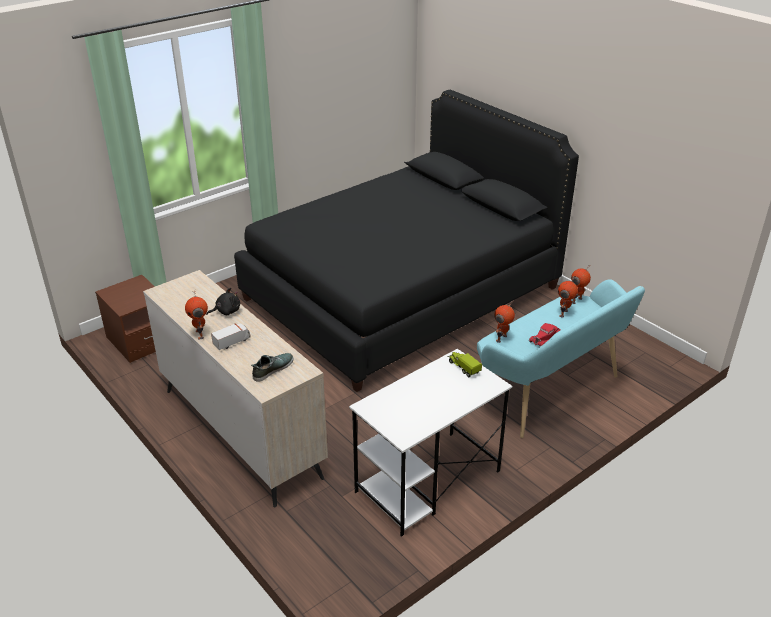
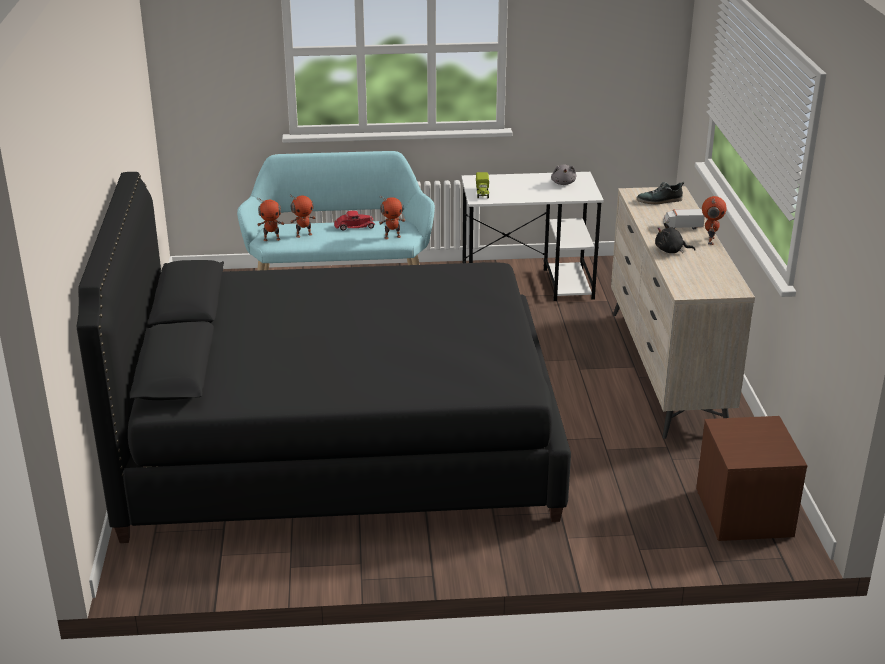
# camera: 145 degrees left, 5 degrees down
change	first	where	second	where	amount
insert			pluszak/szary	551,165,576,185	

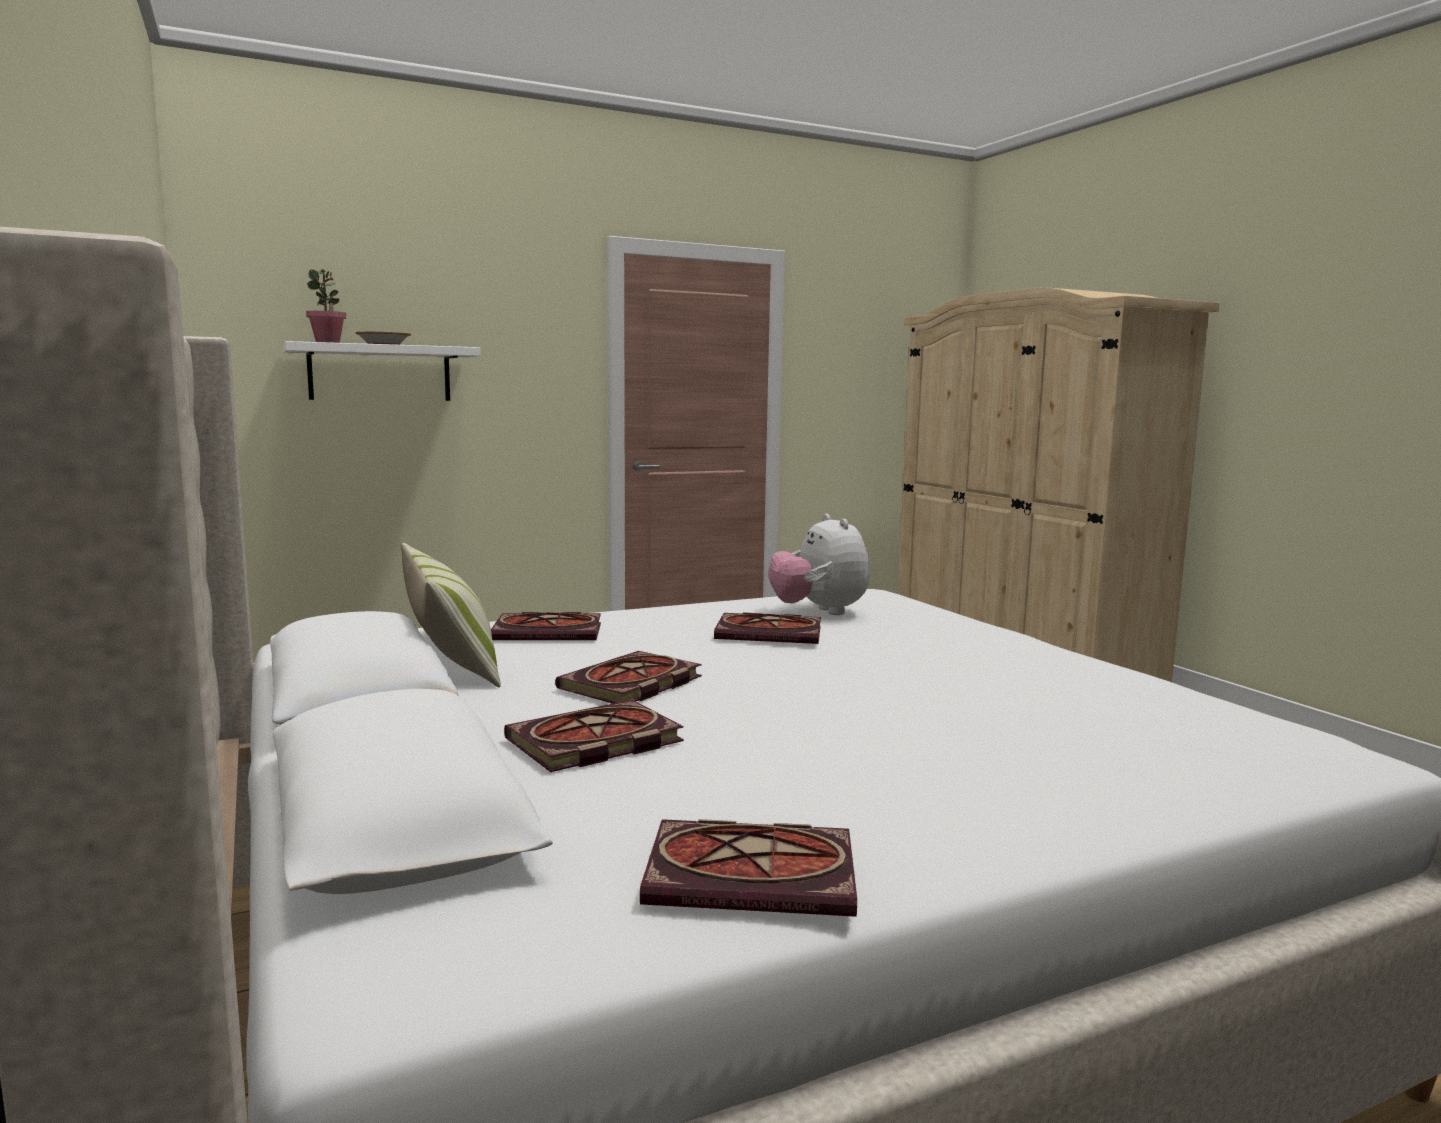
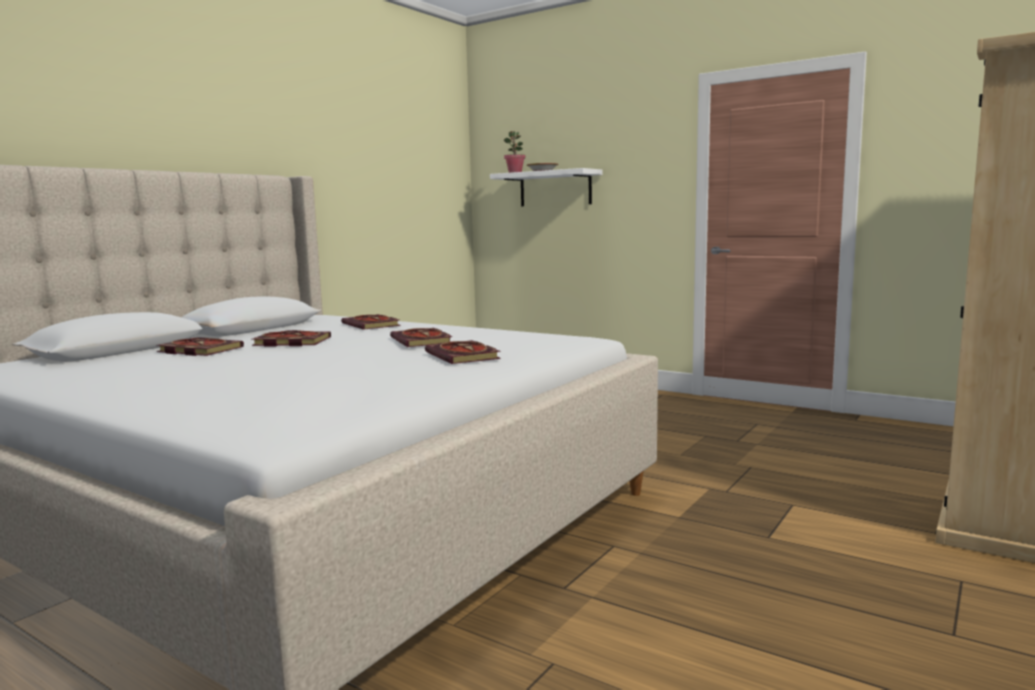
# camera: 60 degrees right, 0 degrees up
change	first	where	second	where	amount
delete	poduszka	400,542,501,688			
delete	pluszak	769,514,869,615			
move	książka	640,819,857,917		425,340,501,364	

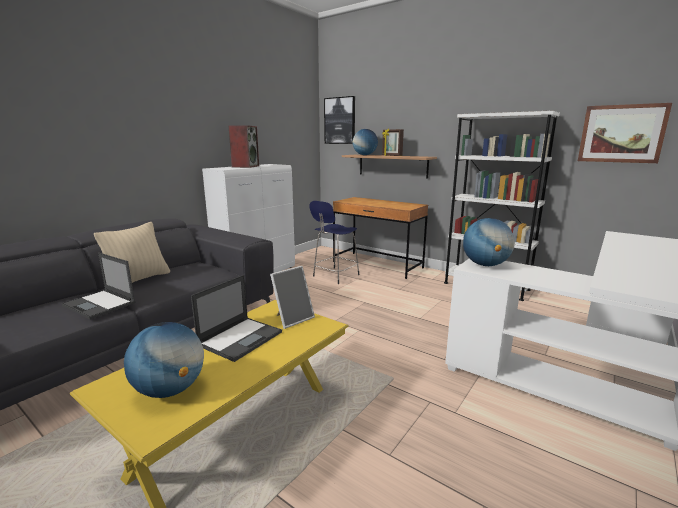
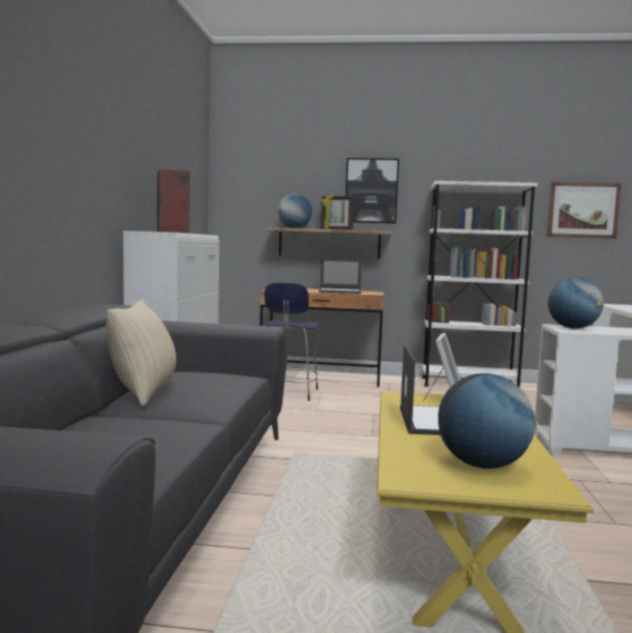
# camera: 30 degrees left, 10 degrees down
change	first	where	second	where	amount
move	laptop	61,252,136,319		319,258,362,294	
move	obraz	324,96,355,144		346,158,399,224	

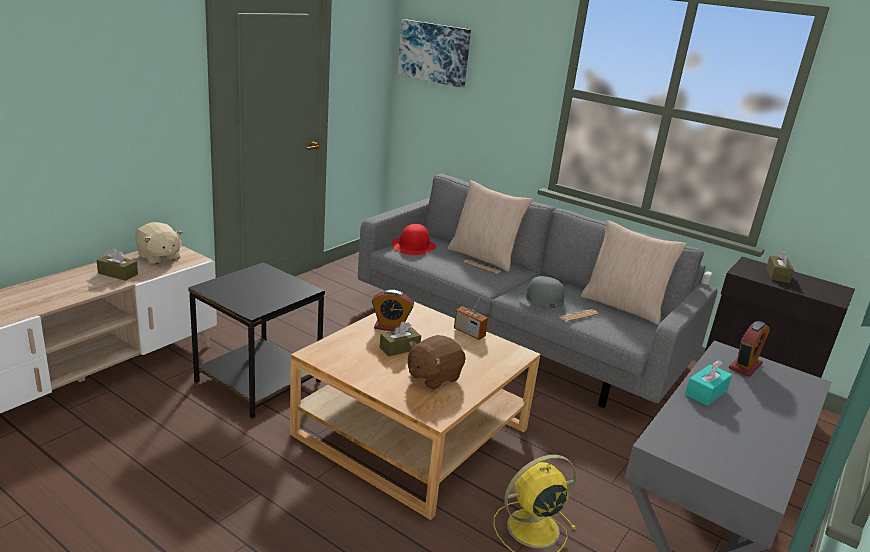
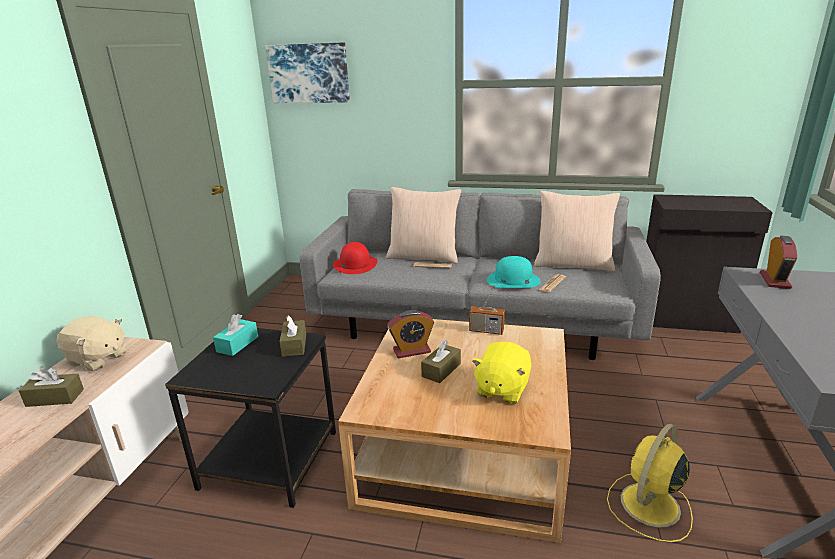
# camera: 20 degrees left, 0 degrees up
change	first	where	second	where	amount
move	pudełko chusteczek/turkusowy	685,360,732,406		213,314,258,356	
move	pudełko chusteczek/brązowy	766,249,794,283		279,315,306,357	
recolor	pluszak/brązowy	408,335,466,390	pluszak/żółty	472,342,532,404	
recolor	kapelusz/szary	517,276,572,313	kapelusz/turkusowy	487,256,541,288	

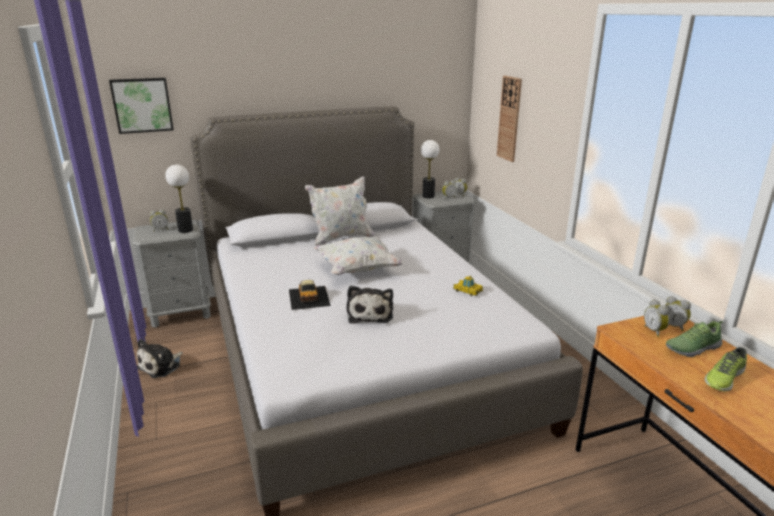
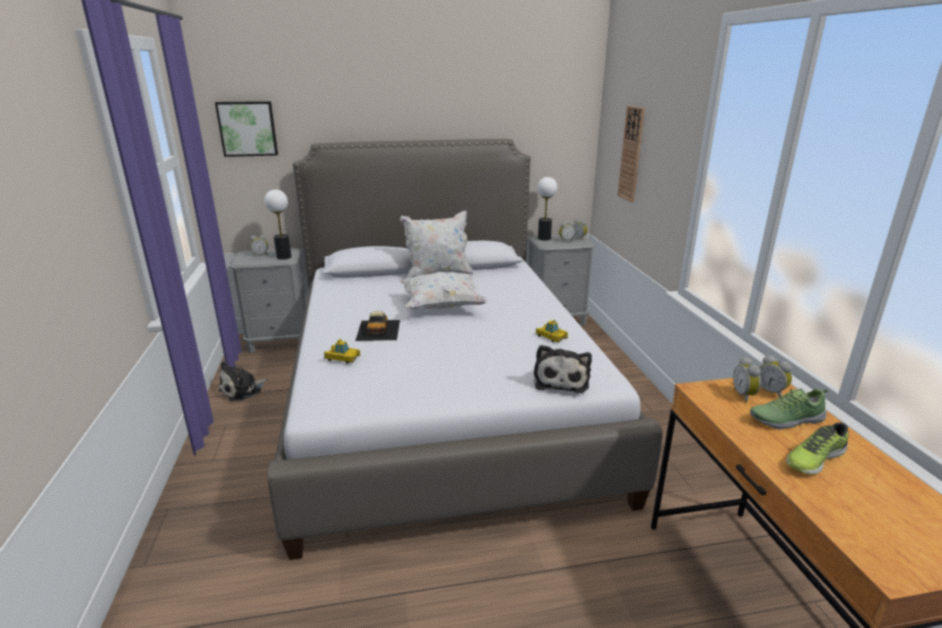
# camera: 10 degrees right, 0 degrees up
change	first	where	second	where	amount
insert			samochodzik	324,339,361,364	
move	pluszak	346,286,393,324		534,345,592,393	

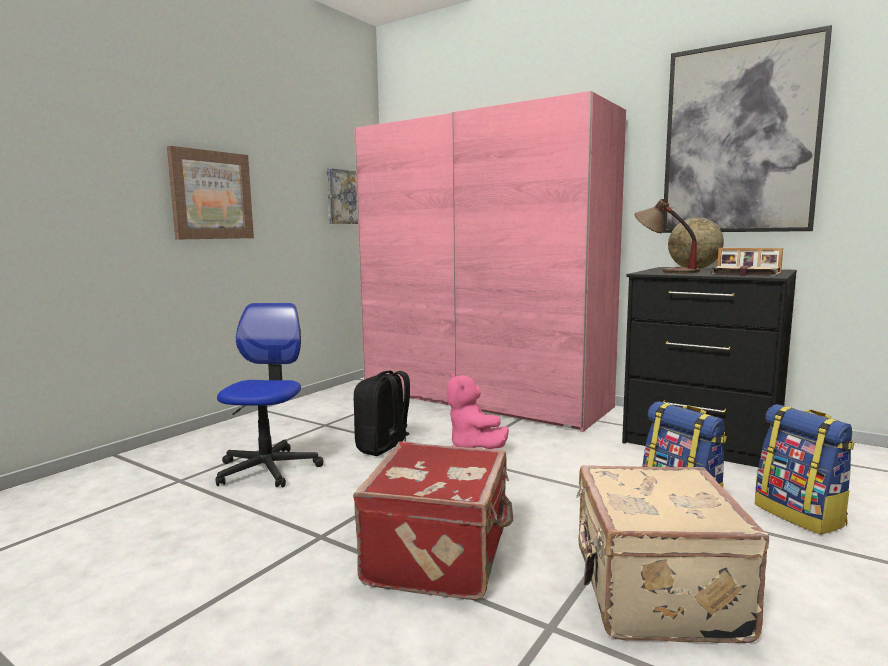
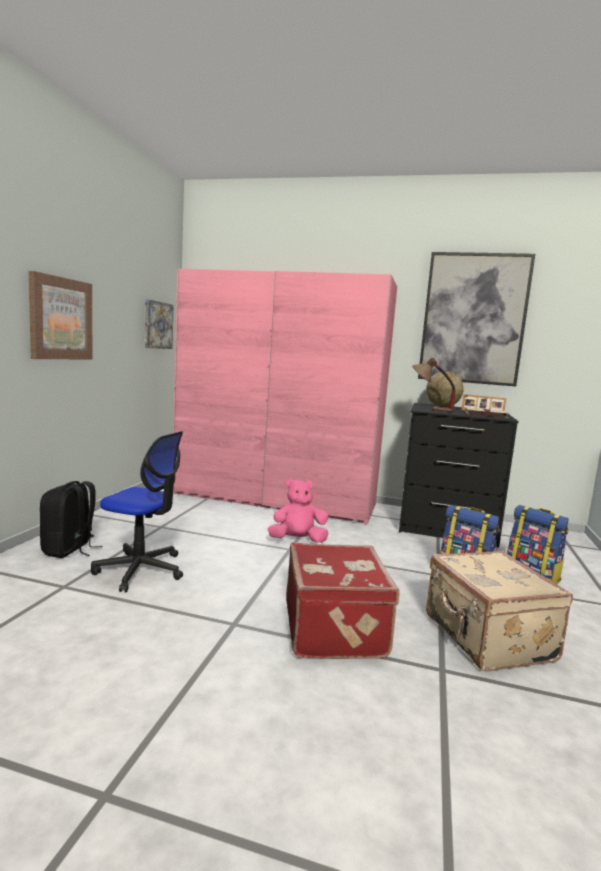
# camera: 20 degrees left, 0 degrees up
change	first	where	second	where	amount
move	plecak/czarny	354,371,410,456		40,481,103,558	
rotate	krzesło biurowe	216,303,324,487		91,431,183,592	120 degrees clockwise
rotate	pluszak/różowy	447,373,509,449		268,478,329,543	120 degrees clockwise

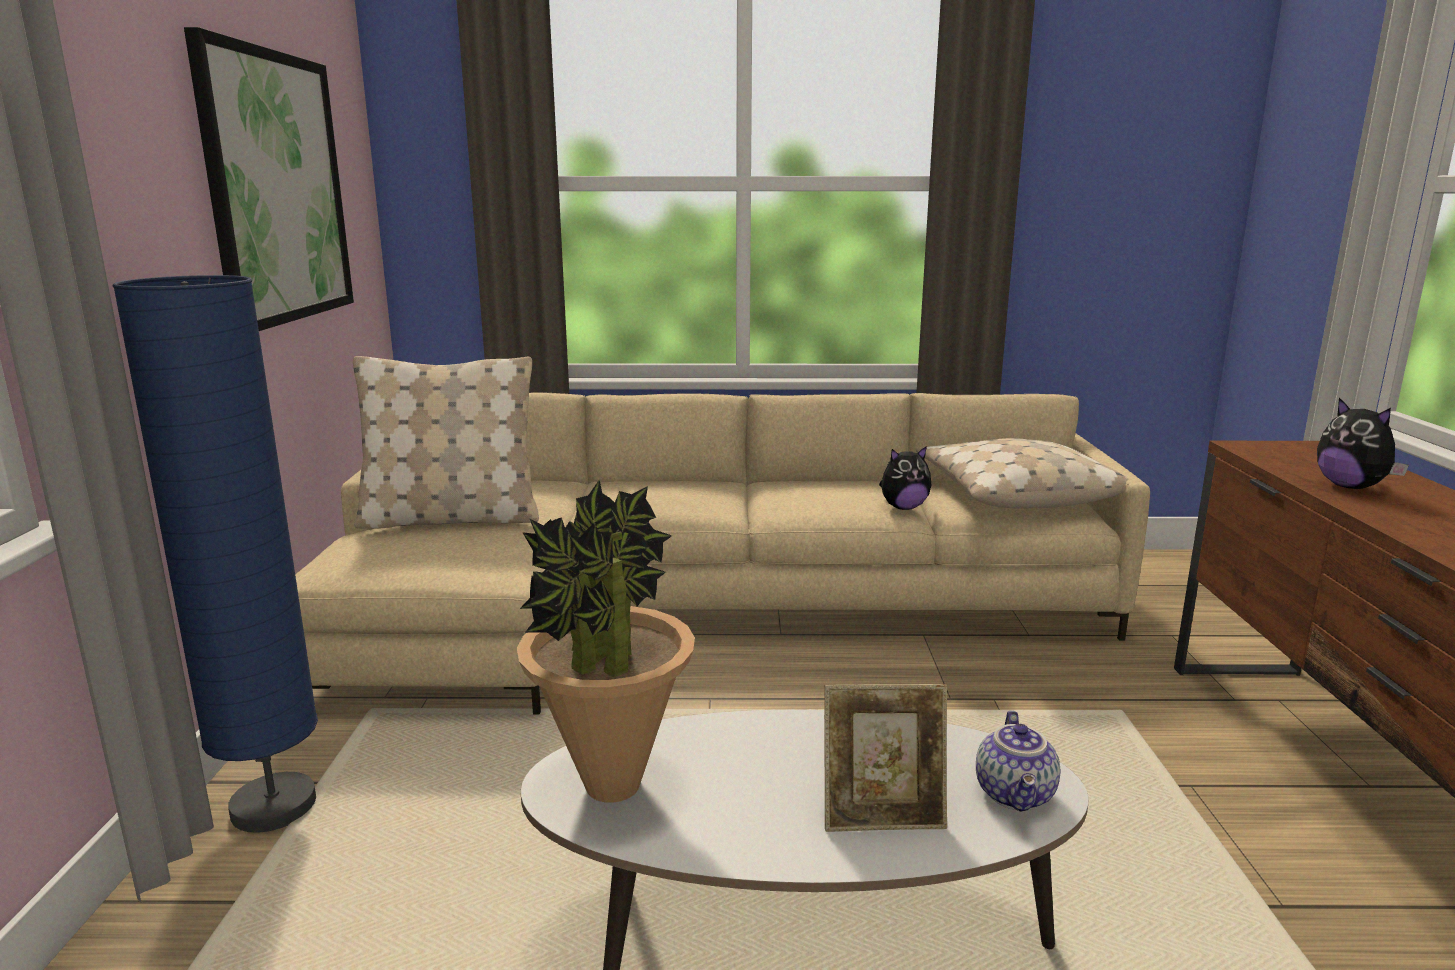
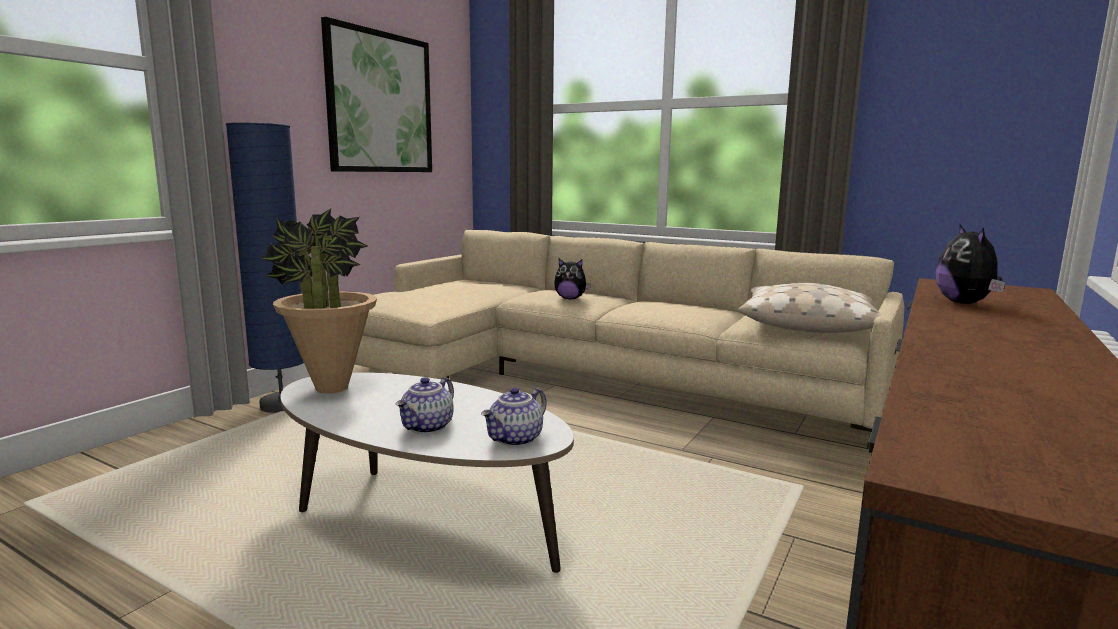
# camera: 30 degrees right, 5 degrees down
change	first	where	second	where	amount
delete	poduszka/beżowy	353,356,539,529			
move	pluszak	879,446,932,510		554,258,591,299	
replace	ramka na zdjęcie	824,684,947,832	imbryk	395,377,454,434	

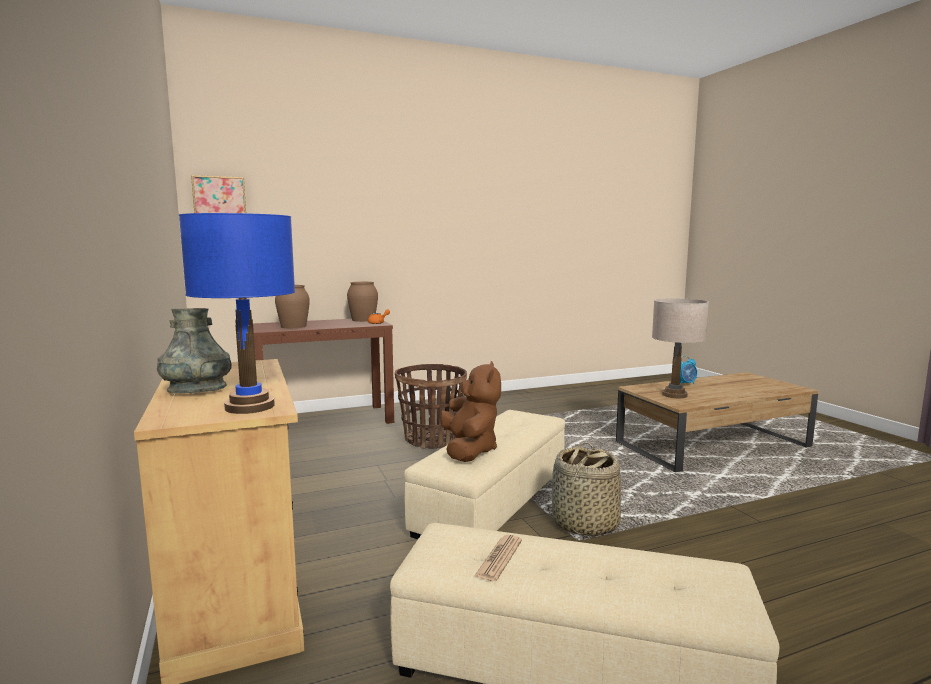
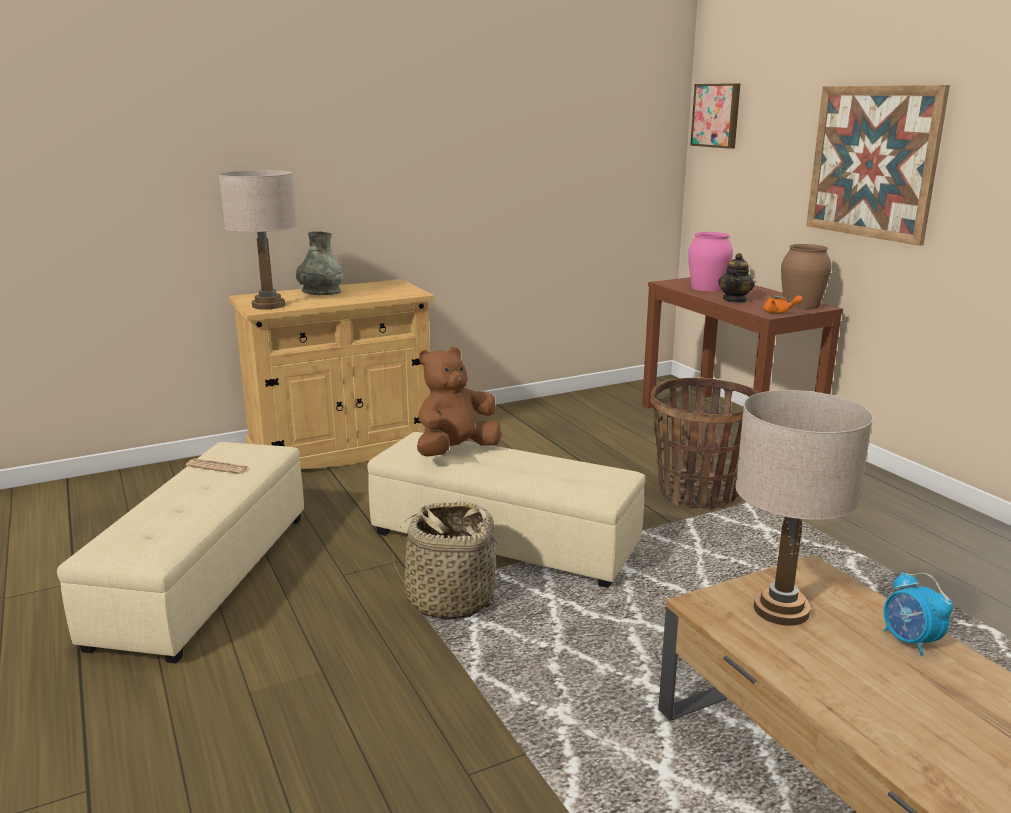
# camera: 85 degrees right, 10 degrees up
change	first	where	second	where	amount
insert			imbryk	718,253,755,303	
insert			obraz	806,85,950,246	
recolor	lampa stołowa/niebieski	179,213,295,414	lampa stołowa/beżowy	219,170,297,310	
recolor	wazon/brązowy	275,285,310,328	wazon/różowy	688,232,733,292	
rotate	pluszak/brązowy	440,361,501,462		417,347,501,457	150 degrees clockwise

